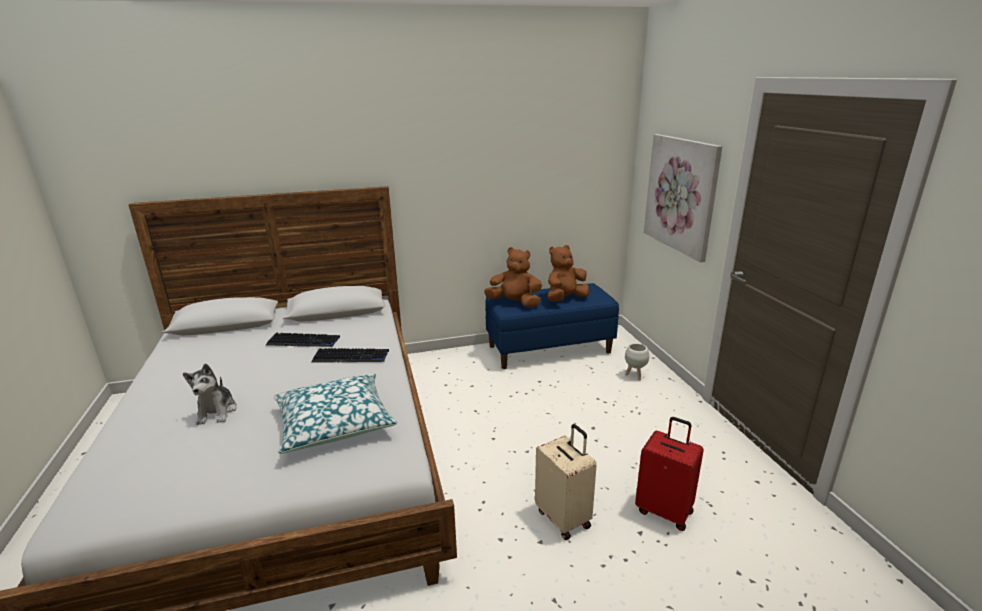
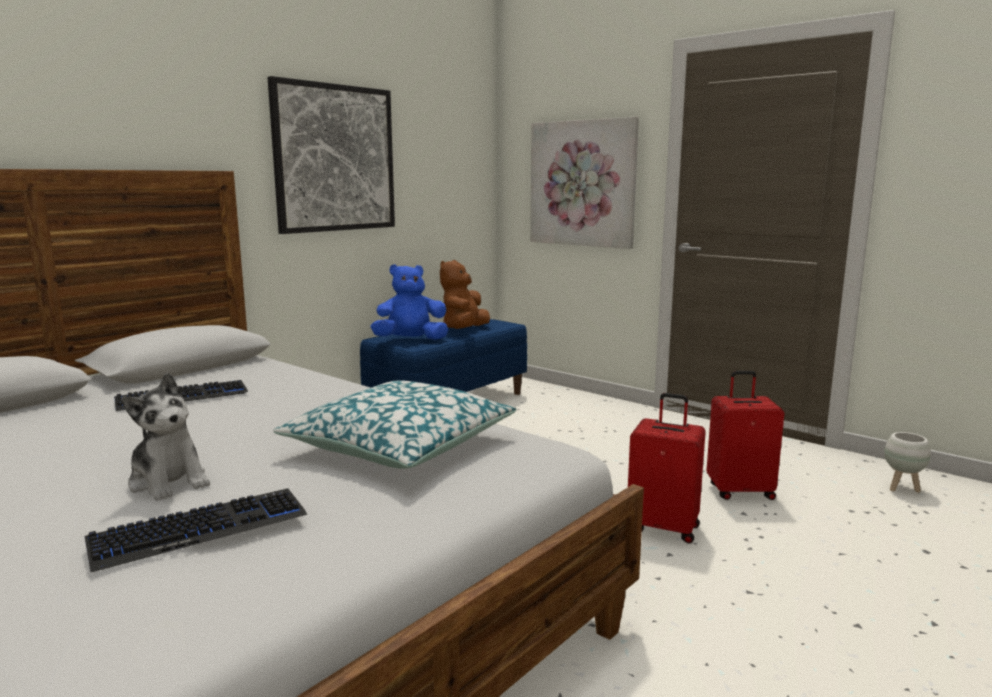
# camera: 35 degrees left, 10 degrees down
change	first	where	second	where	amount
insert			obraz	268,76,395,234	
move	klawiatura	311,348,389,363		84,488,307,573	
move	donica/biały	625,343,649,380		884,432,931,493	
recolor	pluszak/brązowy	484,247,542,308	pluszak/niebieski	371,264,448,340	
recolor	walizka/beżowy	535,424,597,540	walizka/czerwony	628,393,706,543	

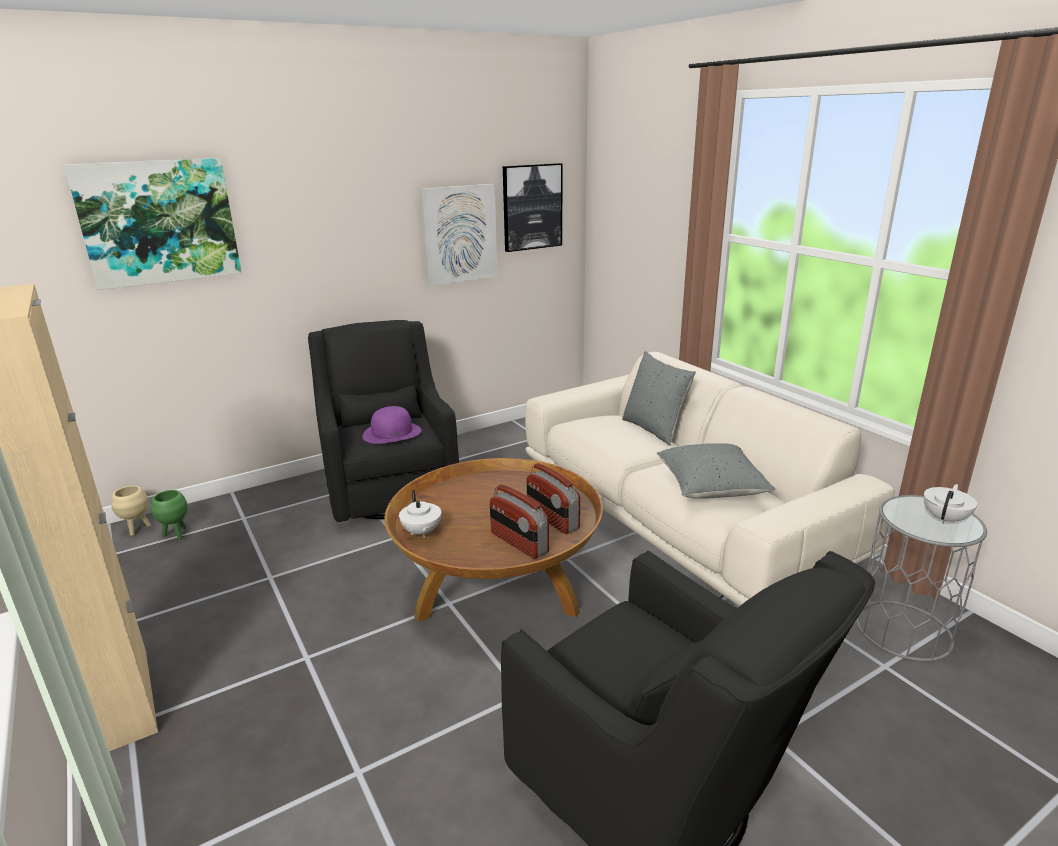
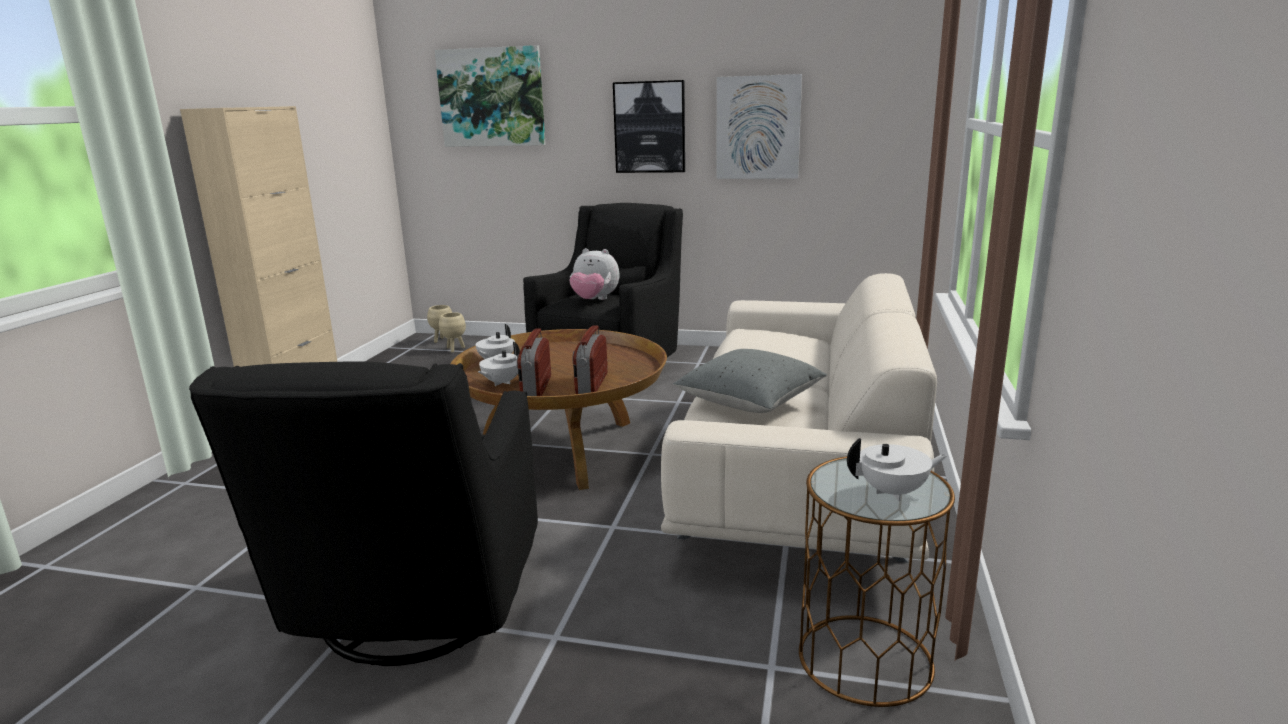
# camera: 45 degrees right, 5 degrees down
change	first	where	second	where	amount
delete	poduszka/szary	622,351,696,446			
insert			imbryk/biały	478,342,520,386	
move	obraz	503,163,563,252		613,80,685,173	
replace	kapelusz/fioletowy	362,406,421,444	pluszak	569,248,619,300	
recolor	donica/zielony	151,490,188,539	donica/beżowy	439,312,466,352	
recolor	stolik/szary	856,495,987,661	stolik/brązowy	799,456,955,707	

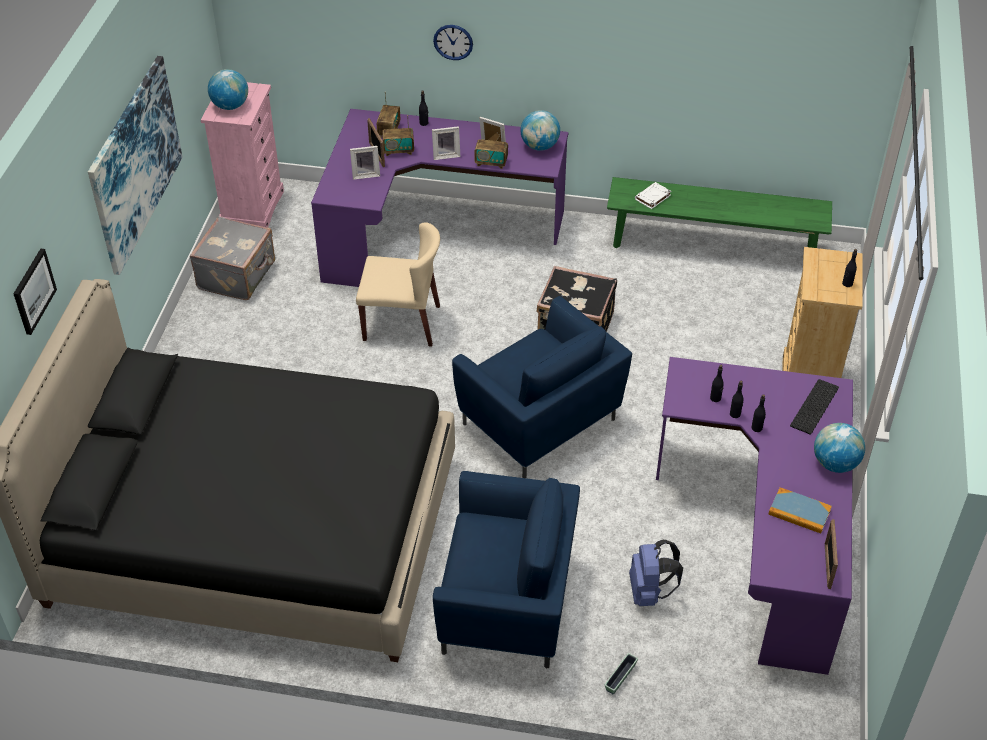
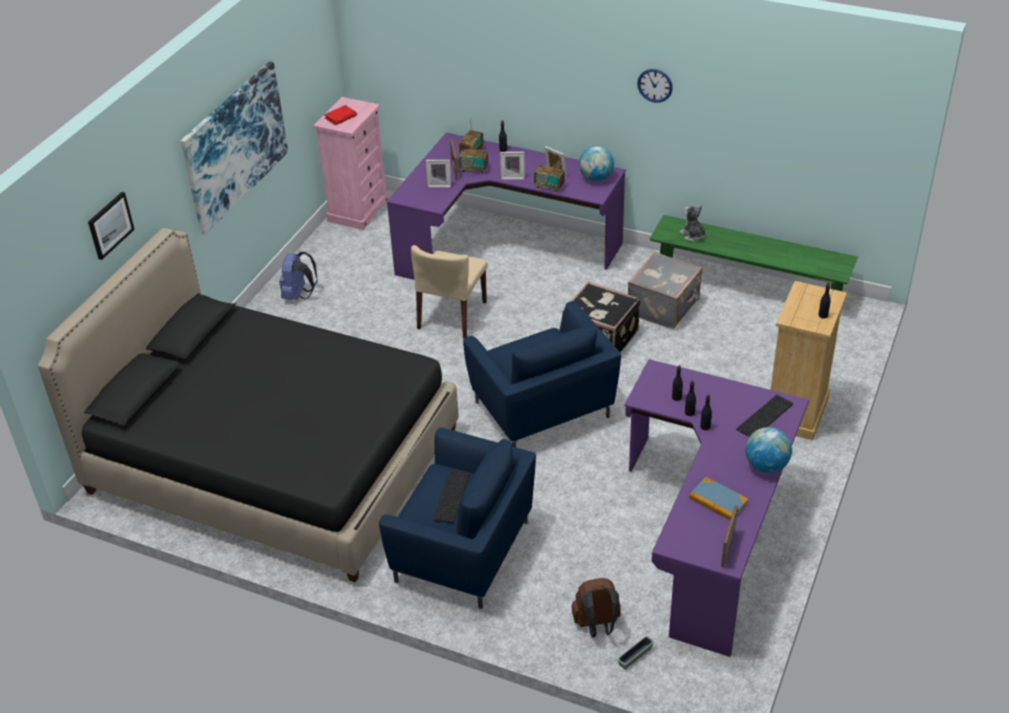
# camera: 15 degrees right, 5 degrees down
change	first	where	second	where	amount
insert			klawiatura	433,470,470,523	
insert			plecak/brązowy	572,578,621,637	
move	walizka/szary	190,216,275,300		628,252,702,329	
move	zegar ścienny	433,25,473,60		637,69,673,103	
move	donica	605,653,638,694		617,635,654,669	
move	plecak/niebieski	629,540,683,606		279,252,318,300	
replace	globus	208,69,248,110	książka/czerwony	324,105,357,125	
replace	książka/biały	635,182,671,209	pluszak	680,205,706,241	
rotate	krzesło/beżowy	356,222,440,347		411,245,488,338	90 degrees clockwise

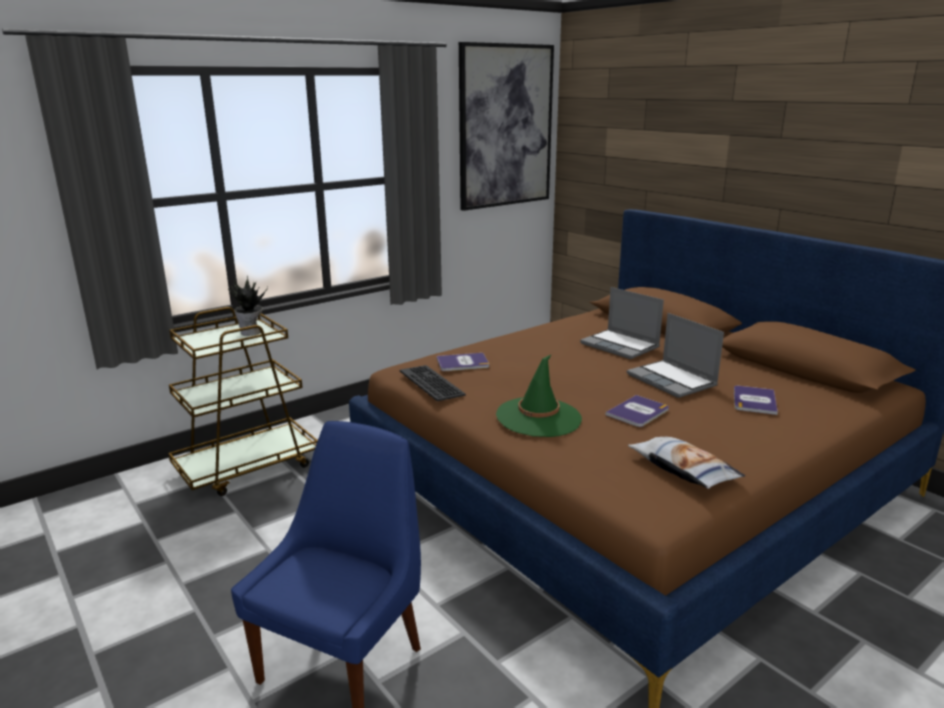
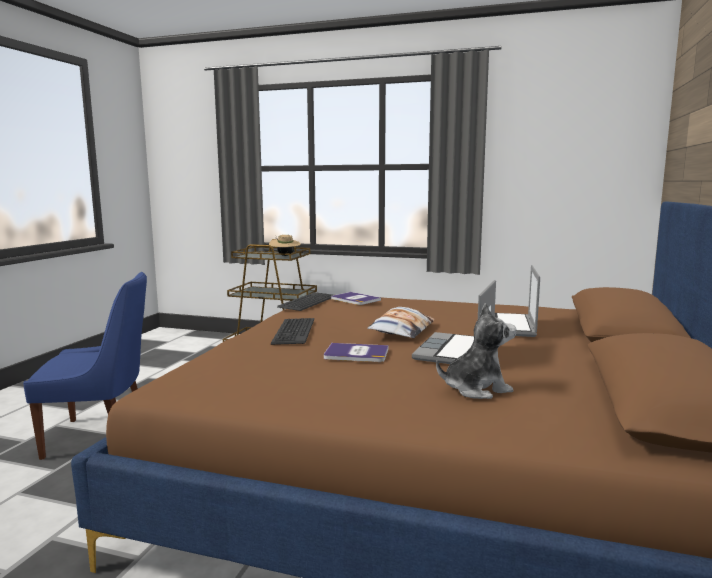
# camera: 55 degrees right, 10 degrees down
change	first	where	second	where	amount
delete	obraz	459,42,554,211			
move	poduszka	628,437,745,489		367,307,435,338	
replace	roślina doniczkowa	228,276,268,336	kapelusz/beżowy	269,235,301,256	
replace	kapelusz/zielony	496,354,582,437	klawiatura	271,318,314,345	
replace	książka	734,386,778,415	pluszak	436,303,516,399	

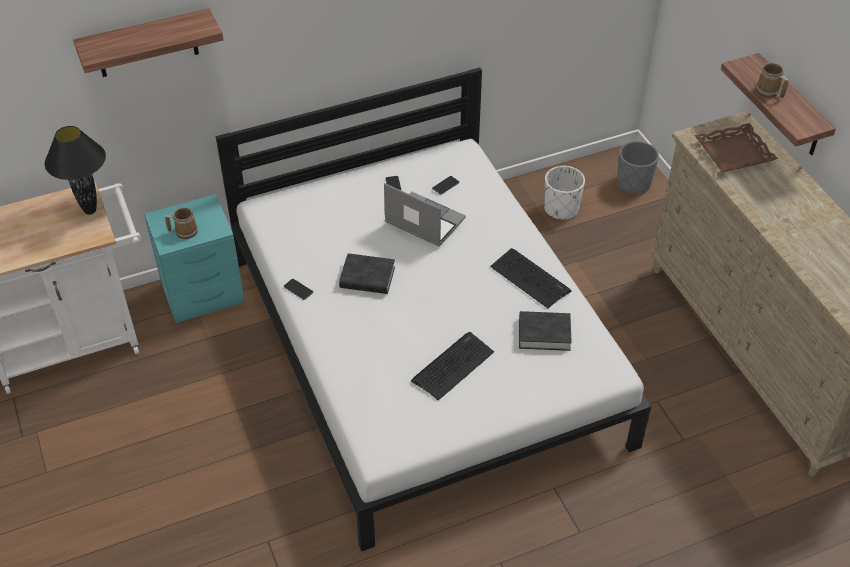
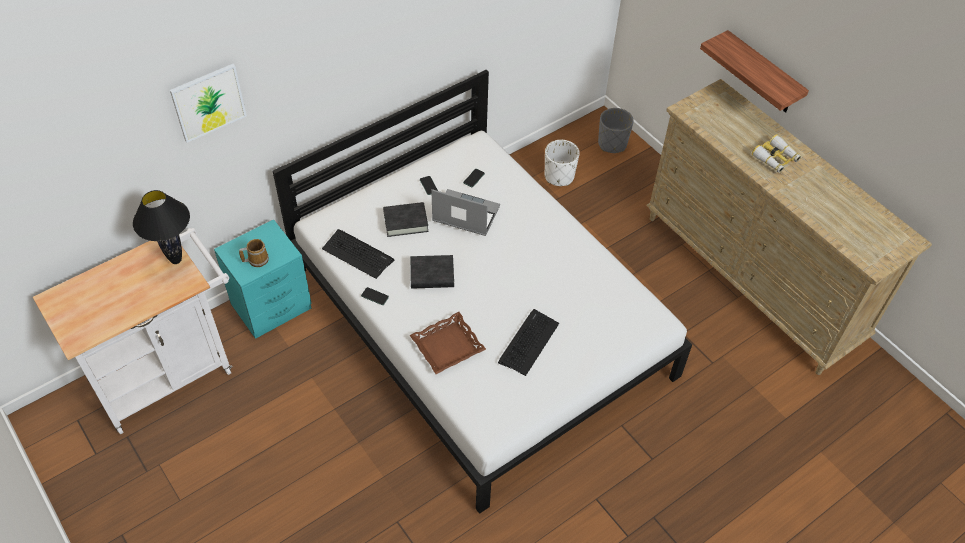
# camera: 15 degrees left, 5 degrees up
change	first	where	second	where	amount
delete	kubek	756,63,788,98			
insert			lornetka	752,134,801,173	
move	klawiatura	490,248,571,308		322,229,394,279	
move	książka/czarny	519,311,572,351		383,202,429,237	
move	taca/brązowy	694,123,778,172		410,312,486,374	
replace	półka	73,8,223,77	obraz	170,64,247,143	

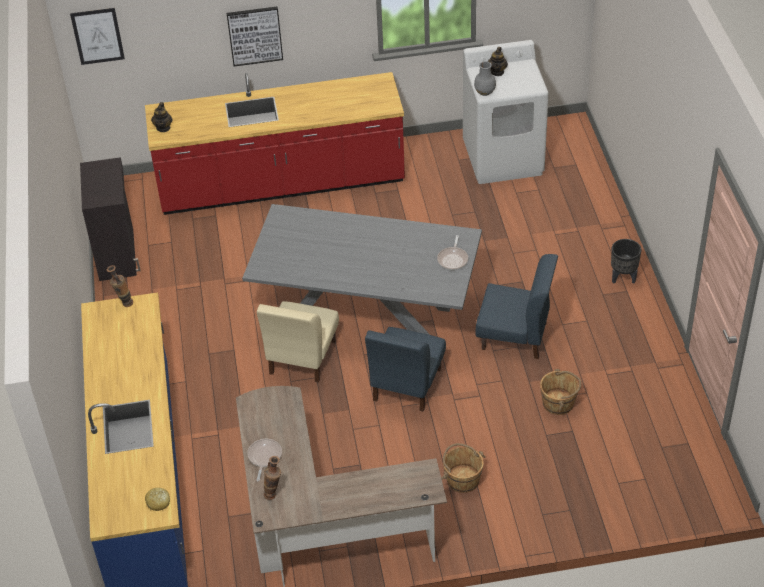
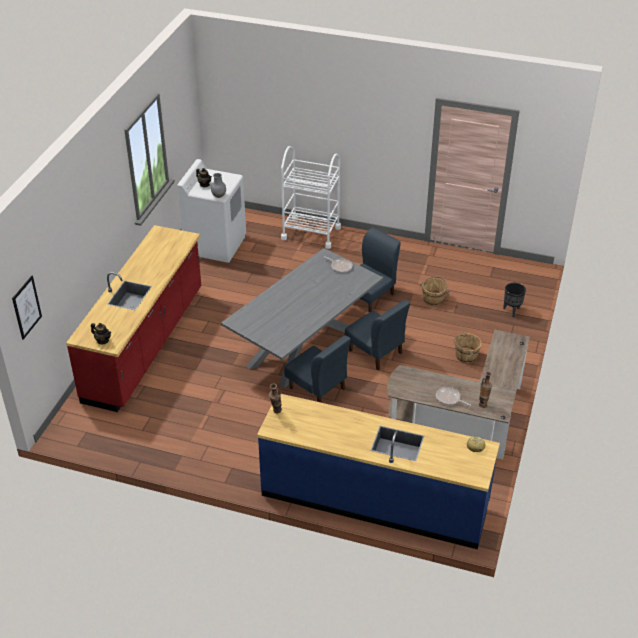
# camera: 65 degrees left, 5 degrees down
change	first	where	second	where	amount
delete	szafka/czarny	80,157,140,281			
delete	obraz	227,7,283,66			
insert			wózek/biały	281,146,341,249	
move	donica/czarny	611,239,641,284		503,283,526,317	
recolor	krzesło/beżowy	257,301,339,383	krzesło/niebieski	284,335,351,403	

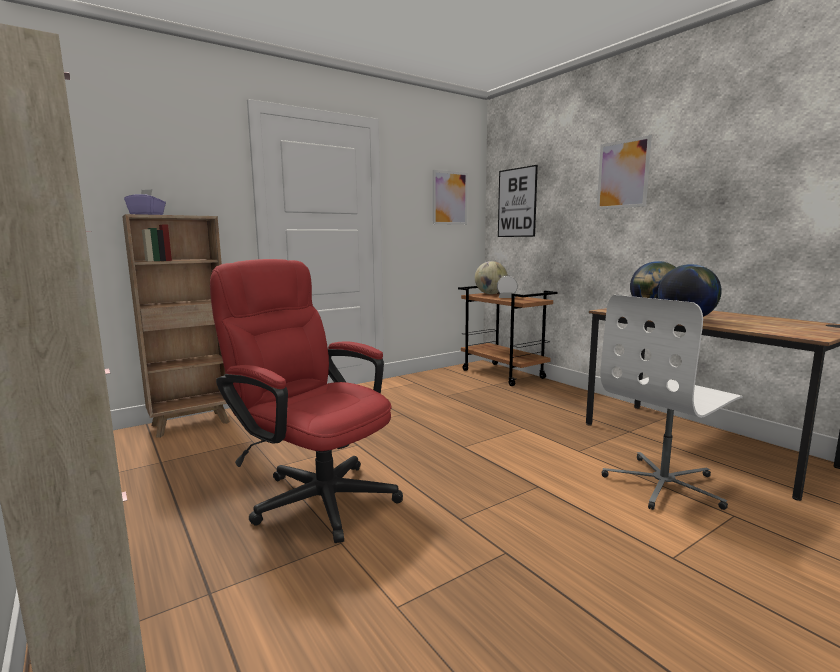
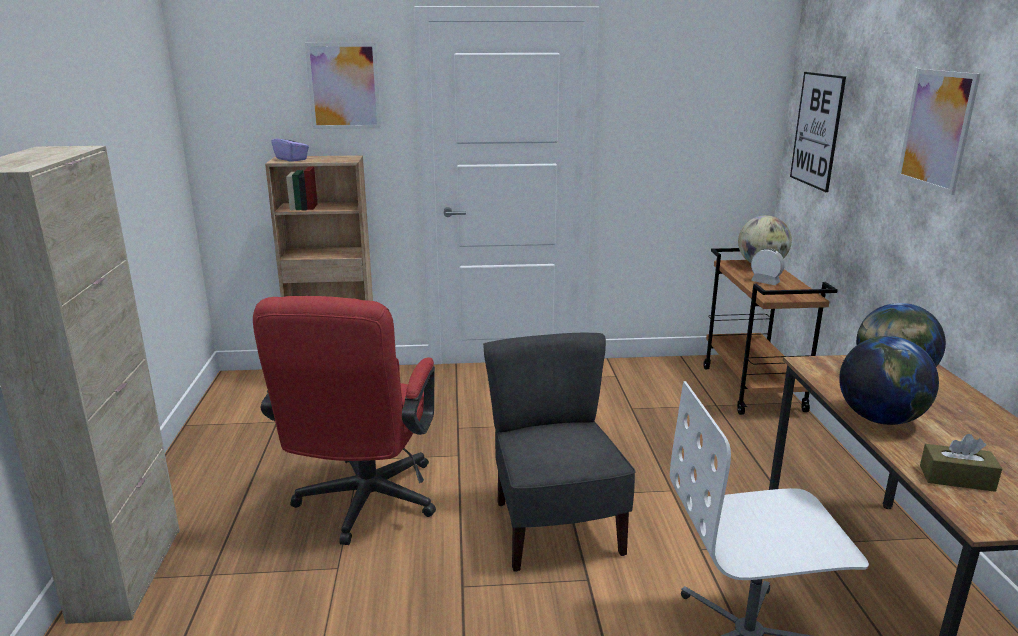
# camera: 30 degrees right, 10 degrees up
change	first	where	second	where	amount
insert			krzesło/szary	483,333,636,572	
insert			pudełko chusteczek/brązowy	920,434,1002,492	
move	obraz	433,170,468,225		305,43,381,129	
rotate	krzesło biurowe/czerwony	210,259,403,543		253,296,436,545	150 degrees counterclockwise

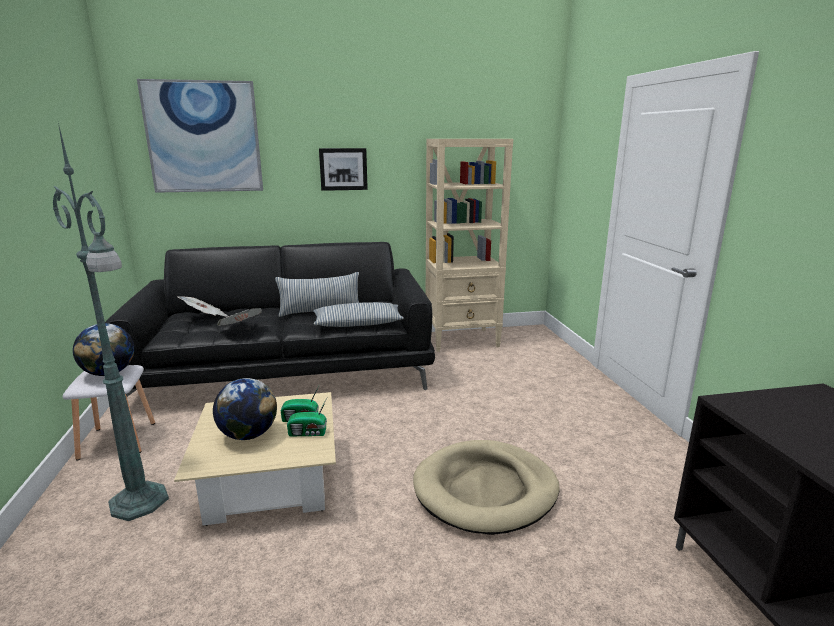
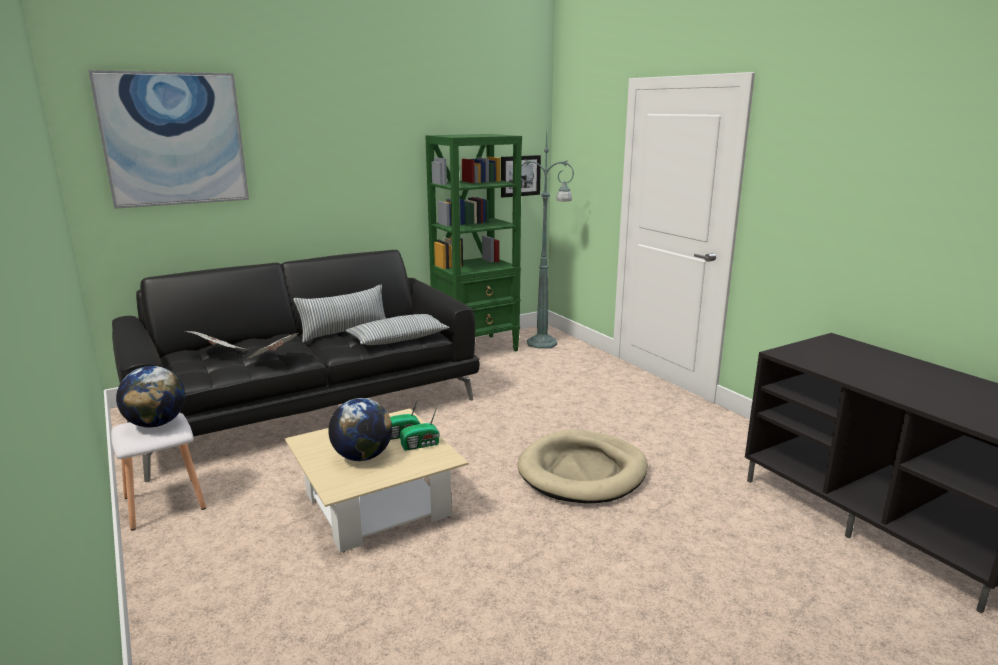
# camera: 20 degrees left, 0 degrees up
change	first	where	second	where	amount
move	lampa stojąca/zielony	53,123,169,521		521,133,574,349	
move	obraz	319,148,368,191		501,155,541,198	
recolor	regał/beżowy	426,139,513,352	regał/zielony	425,134,522,351	

